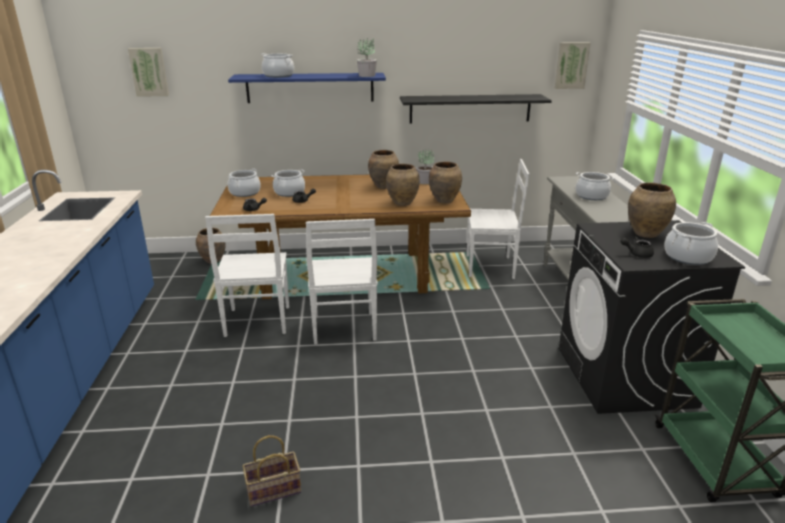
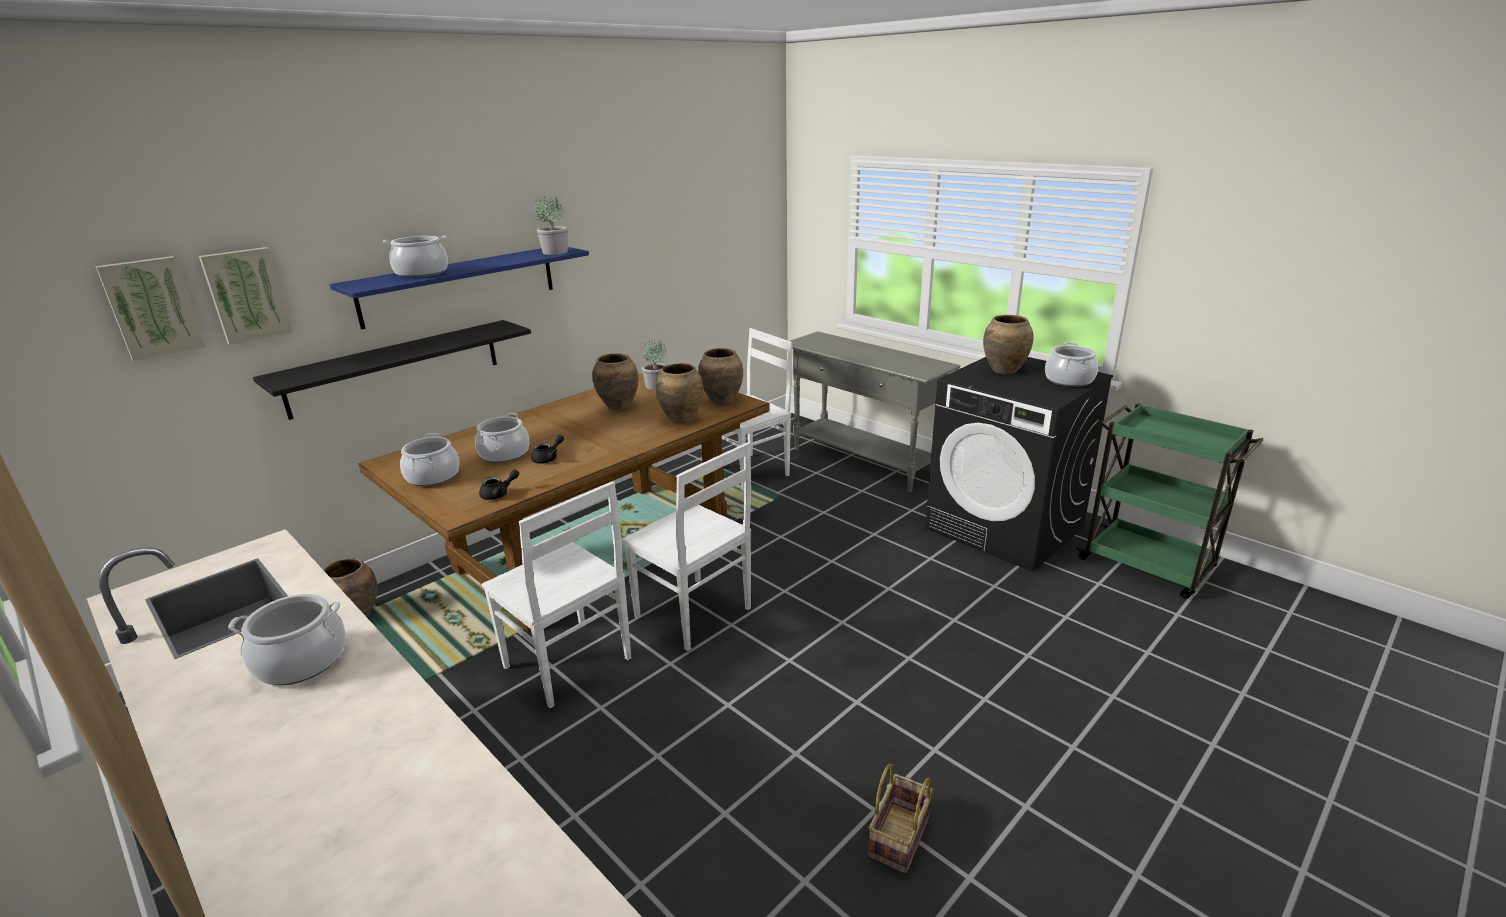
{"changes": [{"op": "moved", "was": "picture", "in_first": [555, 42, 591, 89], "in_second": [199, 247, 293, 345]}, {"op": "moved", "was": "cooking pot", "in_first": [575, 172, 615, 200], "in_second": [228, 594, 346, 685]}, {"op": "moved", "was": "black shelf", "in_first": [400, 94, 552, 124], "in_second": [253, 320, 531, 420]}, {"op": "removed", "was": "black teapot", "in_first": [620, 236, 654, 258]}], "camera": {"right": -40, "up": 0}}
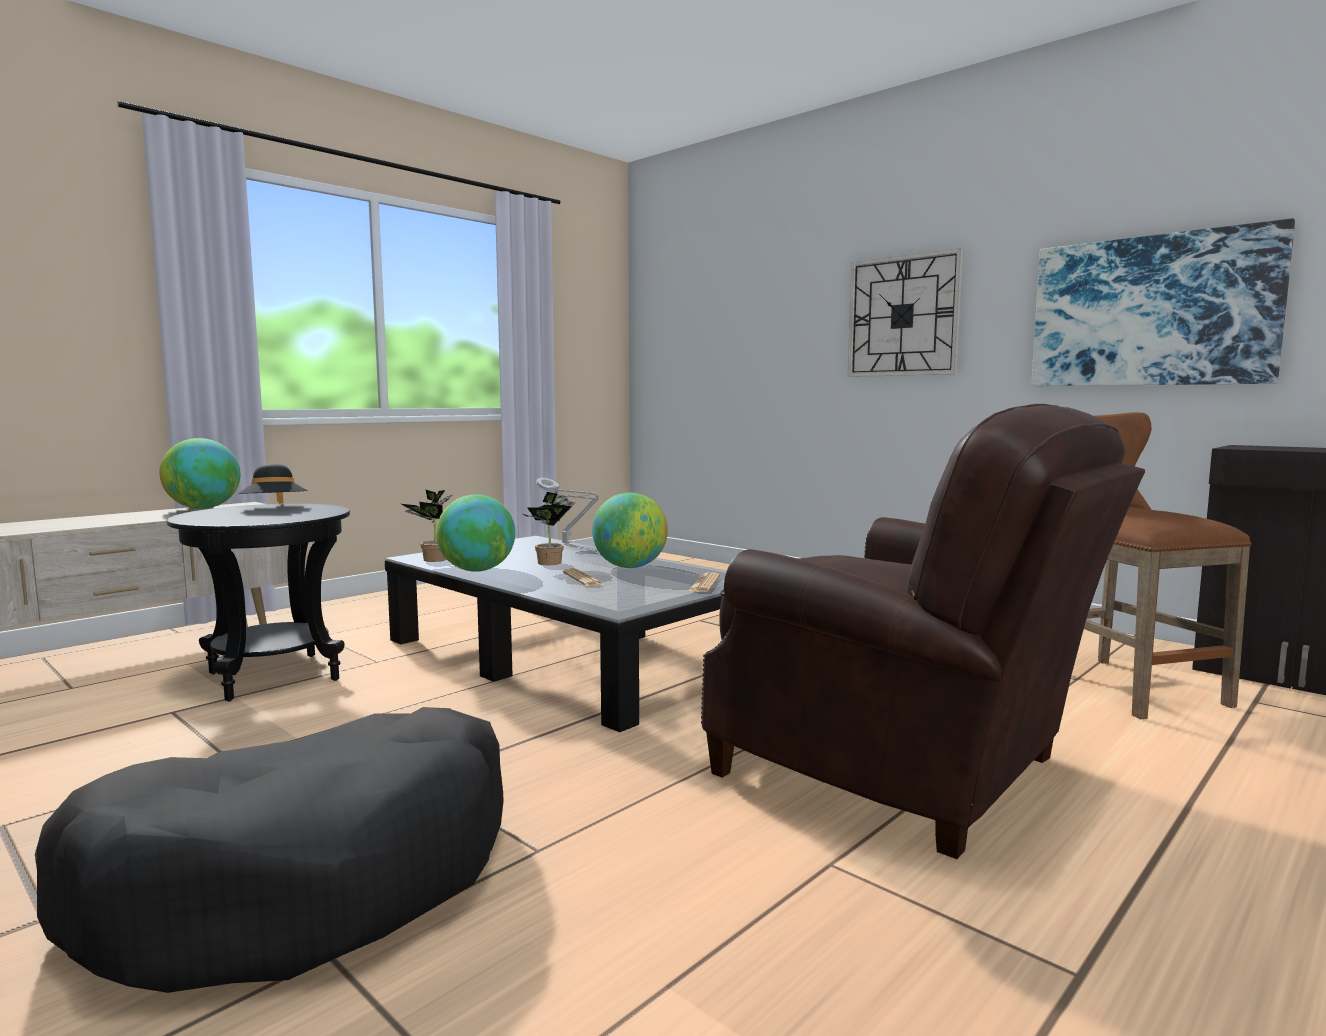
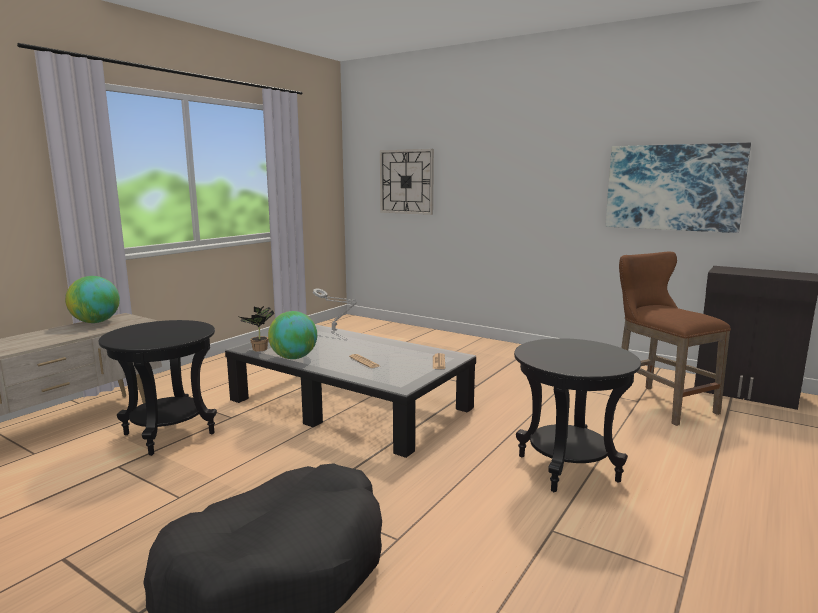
{"changes": [{"op": "moved", "was": "wall clock", "in_first": [847, 248, 963, 377], "in_second": [380, 149, 434, 215]}, {"op": "replaced", "was": "brown armchair", "now": "black side table", "in_first": [701, 404, 1145, 859], "in_second": [514, 338, 641, 492]}, {"op": "removed", "was": "black hat", "in_first": [239, 463, 308, 504]}, {"op": "removed", "was": "potted plant", "in_first": [523, 492, 575, 565]}, {"op": "removed", "was": "globe", "in_first": [592, 493, 668, 568]}], "camera": {"right": -10, "up": 5}}
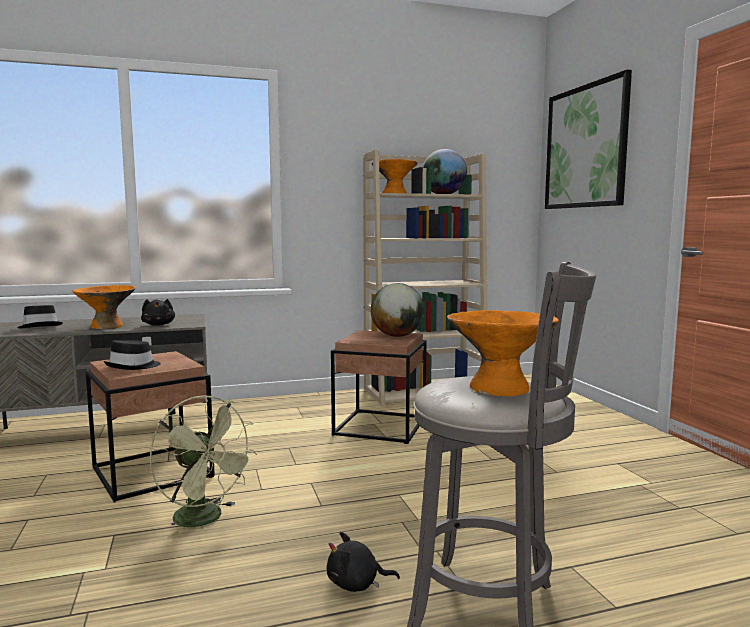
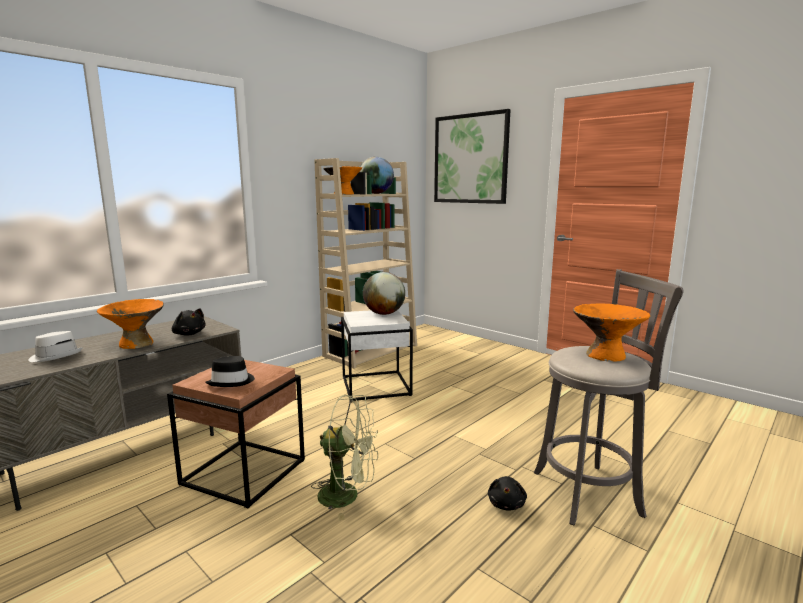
{"changes": [{"op": "recoloured", "was": "black hat", "now": "white hat", "in_first": [18, 305, 63, 328], "in_second": [28, 331, 83, 362]}, {"op": "recoloured", "was": "brown side table", "now": "white side table", "in_first": [331, 330, 427, 444], "in_second": [341, 310, 413, 401]}, {"op": "turned", "was": "black plush toy", "in_first": [327, 532, 400, 592], "in_second": [488, 476, 527, 511], "clockwise": -45}], "camera": {"right": -30, "up": 5}}
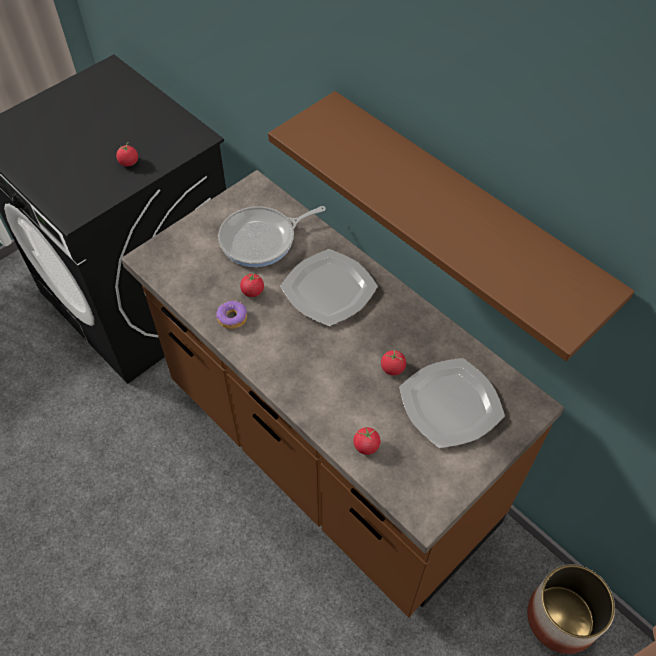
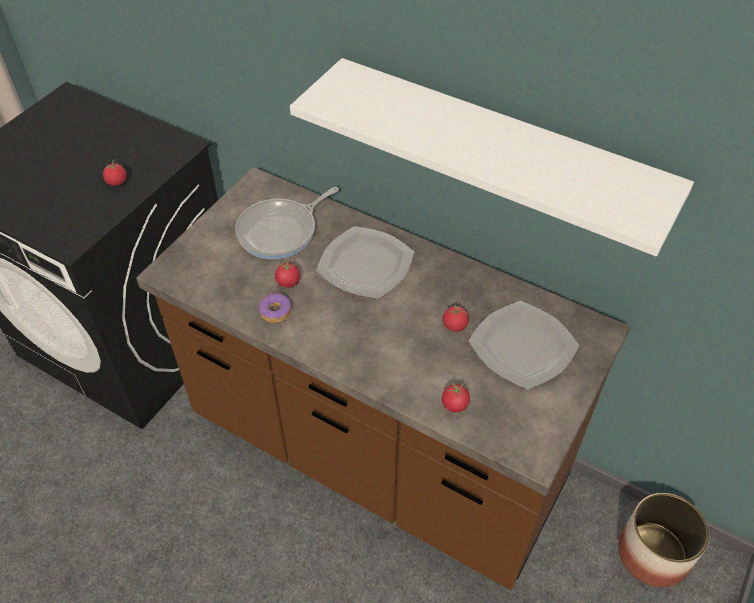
{"changes": [{"op": "recoloured", "was": "brown shelf", "now": "white shelf", "in_first": [268, 91, 634, 361], "in_second": [290, 58, 694, 256]}], "camera": {"right": -15, "up": -5}}
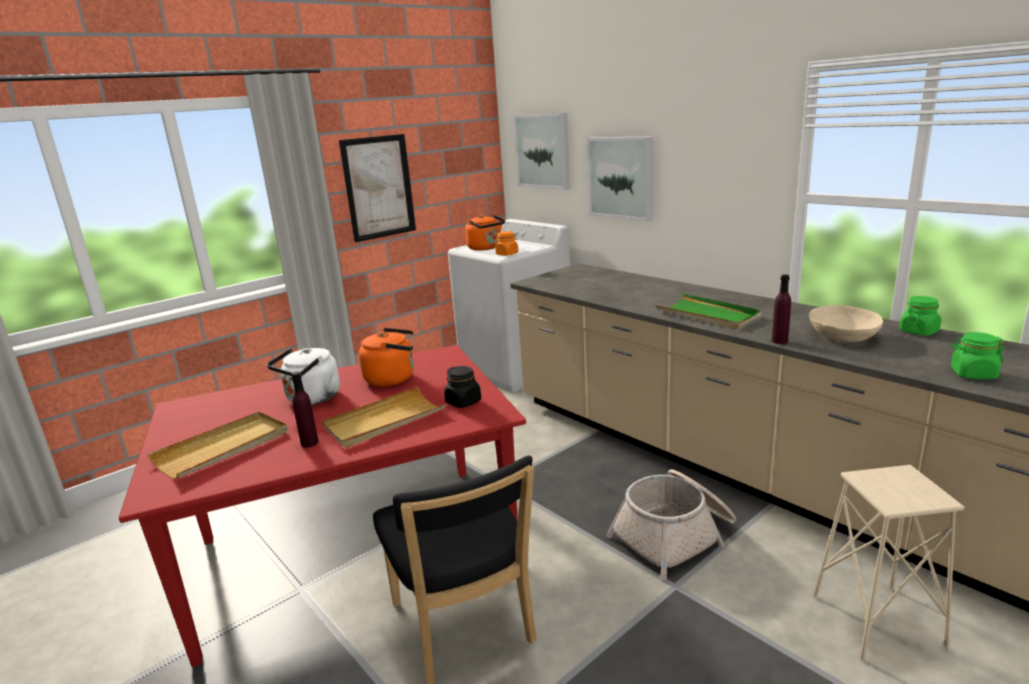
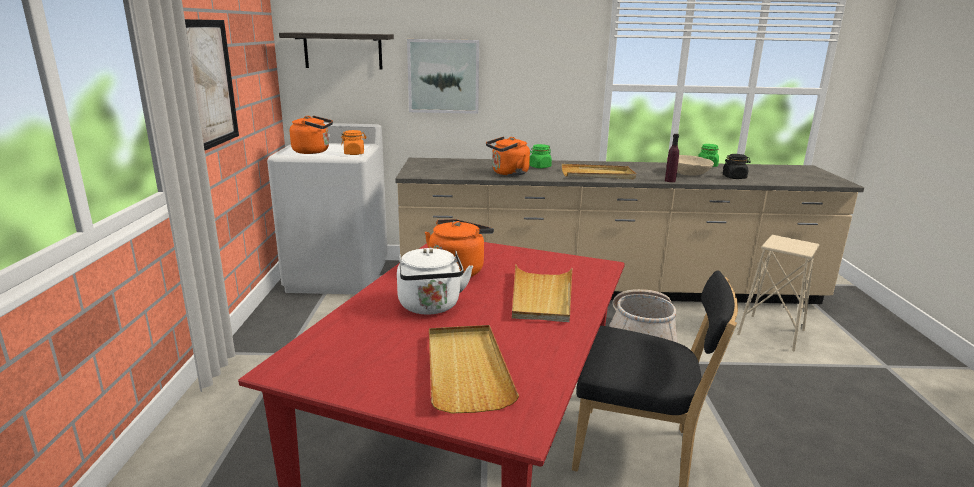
{"changes": [{"op": "replaced", "was": "picture", "now": "shelf", "in_first": [513, 113, 570, 190], "in_second": [279, 32, 394, 69]}, {"op": "added", "now": "orange kettle", "in_second": [486, 137, 530, 176]}, {"op": "moved", "was": "green jar", "in_first": [951, 332, 1005, 379], "in_second": [529, 144, 552, 168]}, {"op": "recoloured", "was": "green tray", "now": "beige tray", "in_first": [656, 294, 761, 329], "in_second": [562, 164, 636, 179]}, {"op": "moved", "was": "black jar", "in_first": [444, 366, 481, 408], "in_second": [723, 154, 751, 179]}, {"op": "removed", "was": "purple bottle", "in_first": [291, 372, 319, 447]}], "camera": {"right": -50, "up": 0}}
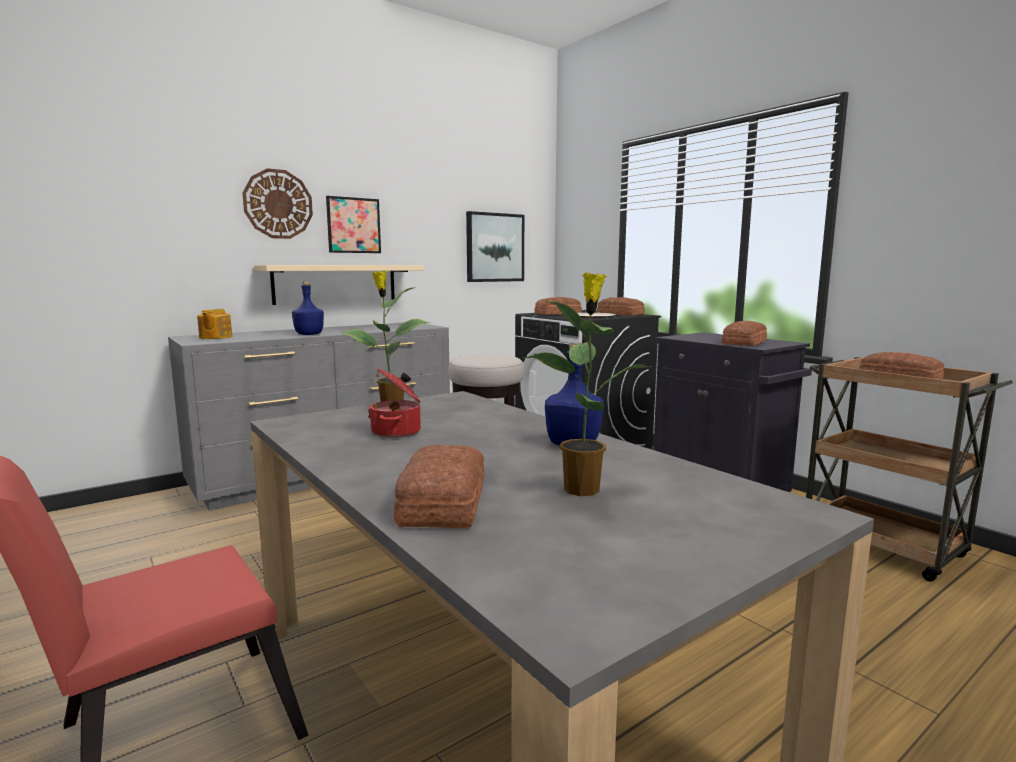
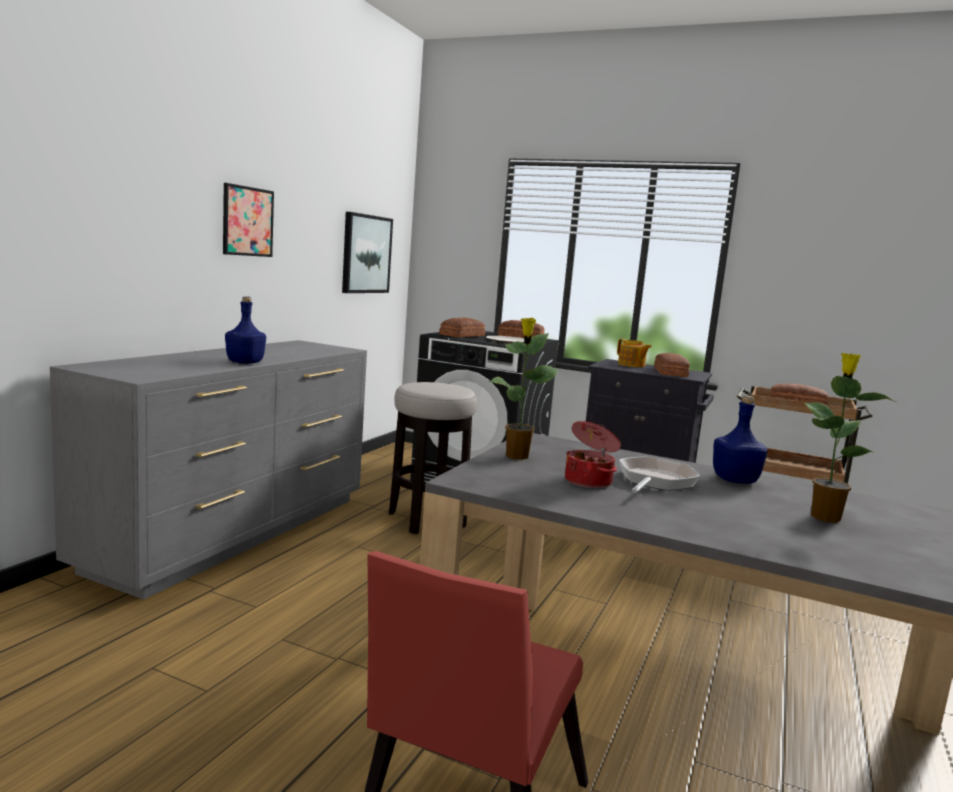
{"changes": [{"op": "moved", "was": "teapot", "in_first": [197, 309, 232, 339], "in_second": [617, 339, 652, 367]}, {"op": "added", "now": "frying pan", "in_second": [619, 456, 700, 493]}, {"op": "removed", "was": "wall clock", "in_first": [242, 168, 313, 239]}, {"op": "removed", "was": "beige shelf", "in_first": [254, 265, 424, 305]}, {"op": "removed", "was": "bread", "in_first": [394, 445, 485, 528]}], "camera": {"right": -30, "up": 0}}
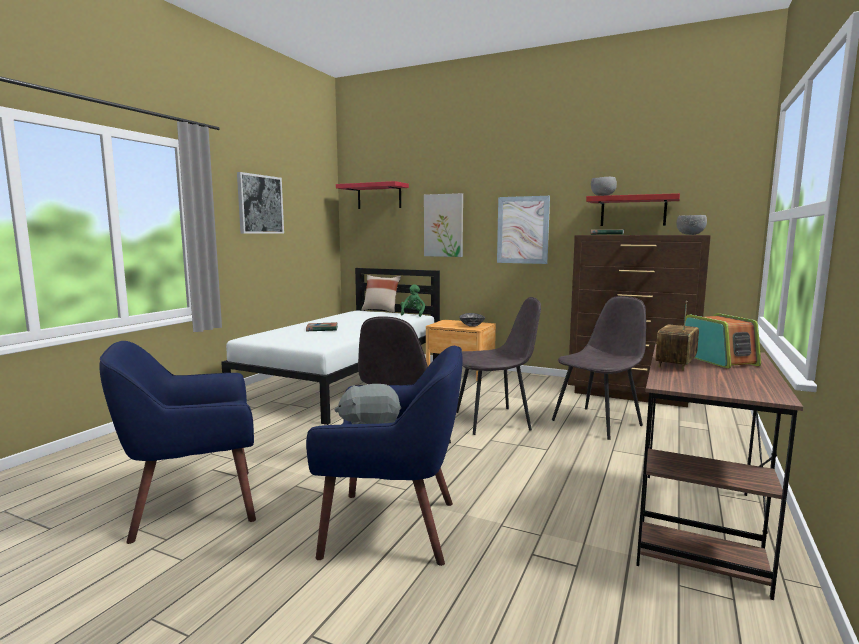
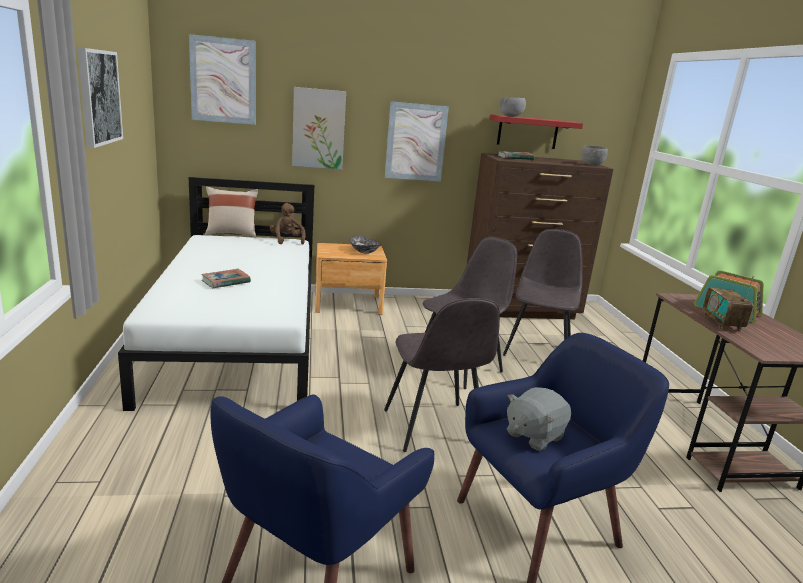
{"changes": [{"op": "replaced", "was": "red shelf", "now": "picture", "in_first": [336, 181, 409, 209], "in_second": [189, 34, 255, 125]}, {"op": "recoloured", "was": "green plush toy", "now": "brown plush toy", "in_first": [400, 284, 425, 317], "in_second": [270, 203, 306, 245]}], "camera": {"right": -35, "up": 10}}
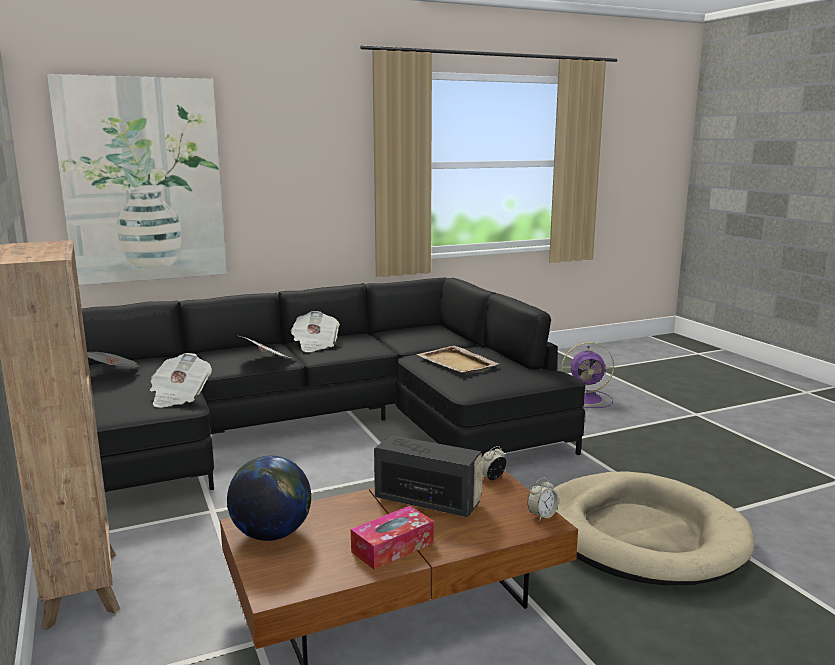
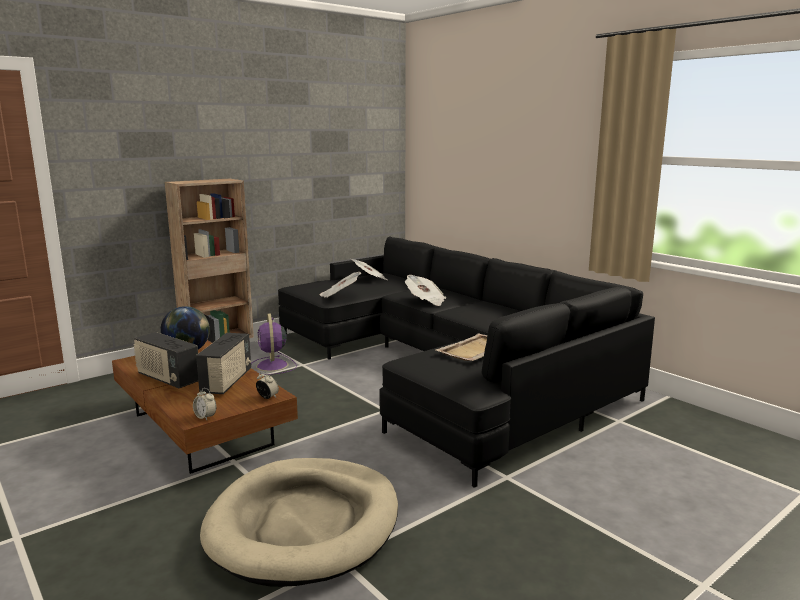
{"changes": [{"op": "replaced", "was": "tissue box", "now": "radio", "in_first": [351, 506, 434, 570], "in_second": [133, 332, 198, 388]}, {"op": "moved", "was": "purple fan", "in_first": [561, 342, 614, 408], "in_second": [251, 313, 297, 375]}, {"op": "removed", "was": "picture", "in_first": [47, 74, 227, 285]}, {"op": "removed", "was": "newspaper", "in_first": [291, 311, 340, 352]}], "camera": {"right": 75, "up": 0}}
